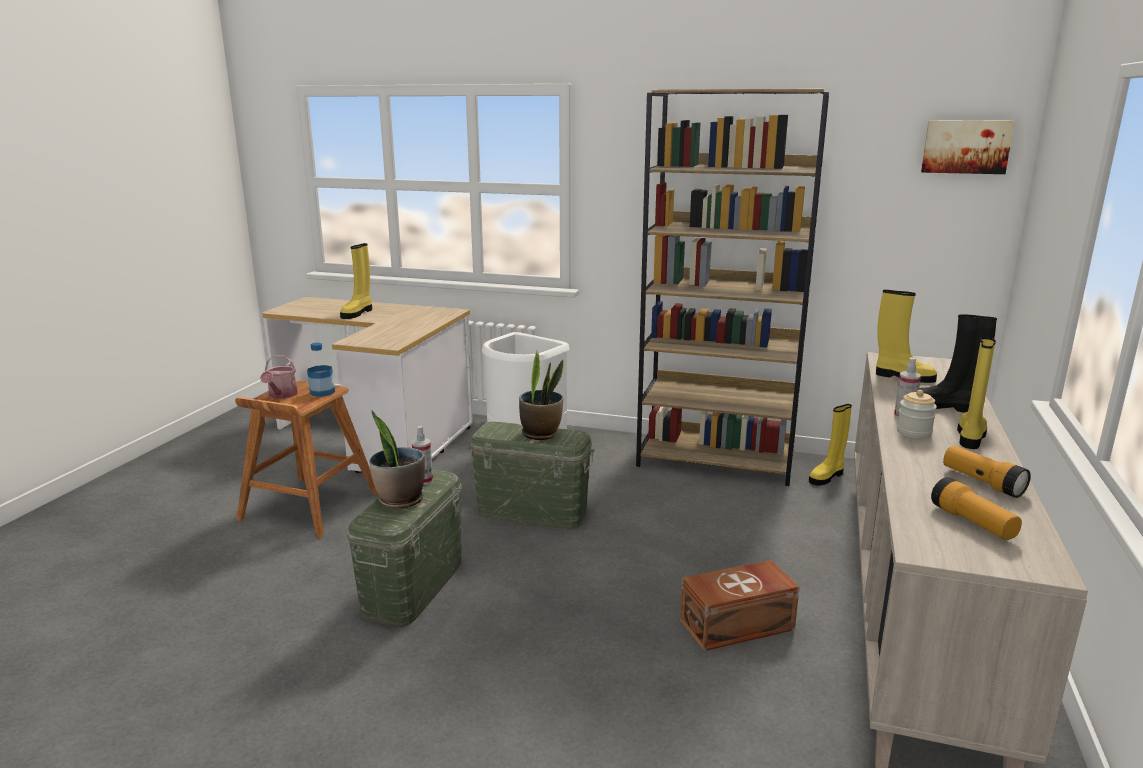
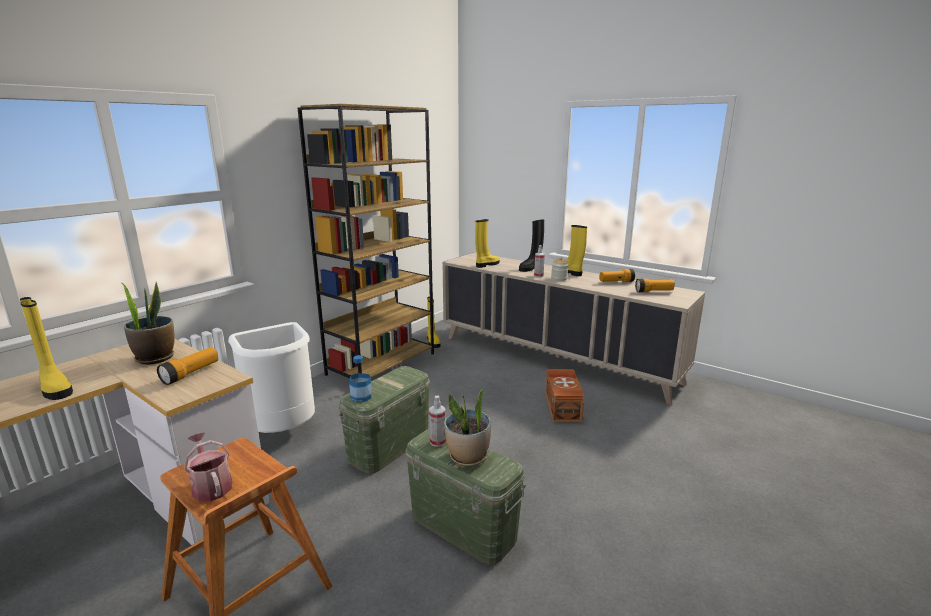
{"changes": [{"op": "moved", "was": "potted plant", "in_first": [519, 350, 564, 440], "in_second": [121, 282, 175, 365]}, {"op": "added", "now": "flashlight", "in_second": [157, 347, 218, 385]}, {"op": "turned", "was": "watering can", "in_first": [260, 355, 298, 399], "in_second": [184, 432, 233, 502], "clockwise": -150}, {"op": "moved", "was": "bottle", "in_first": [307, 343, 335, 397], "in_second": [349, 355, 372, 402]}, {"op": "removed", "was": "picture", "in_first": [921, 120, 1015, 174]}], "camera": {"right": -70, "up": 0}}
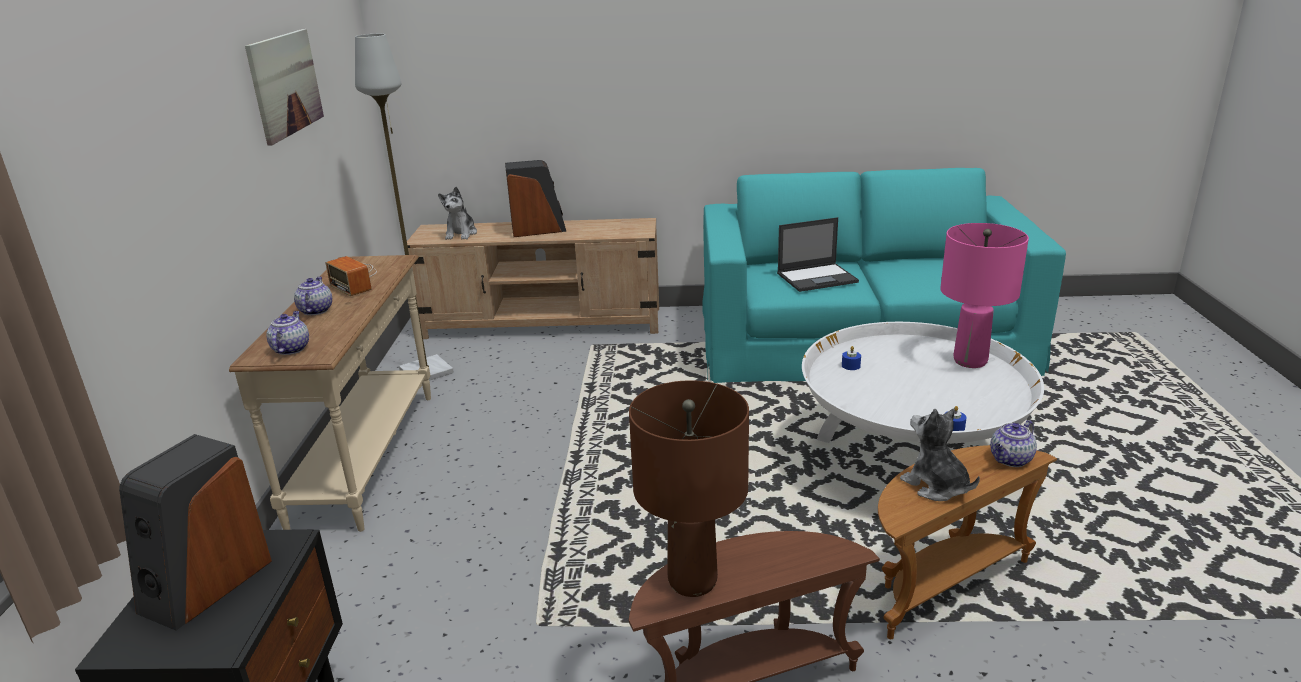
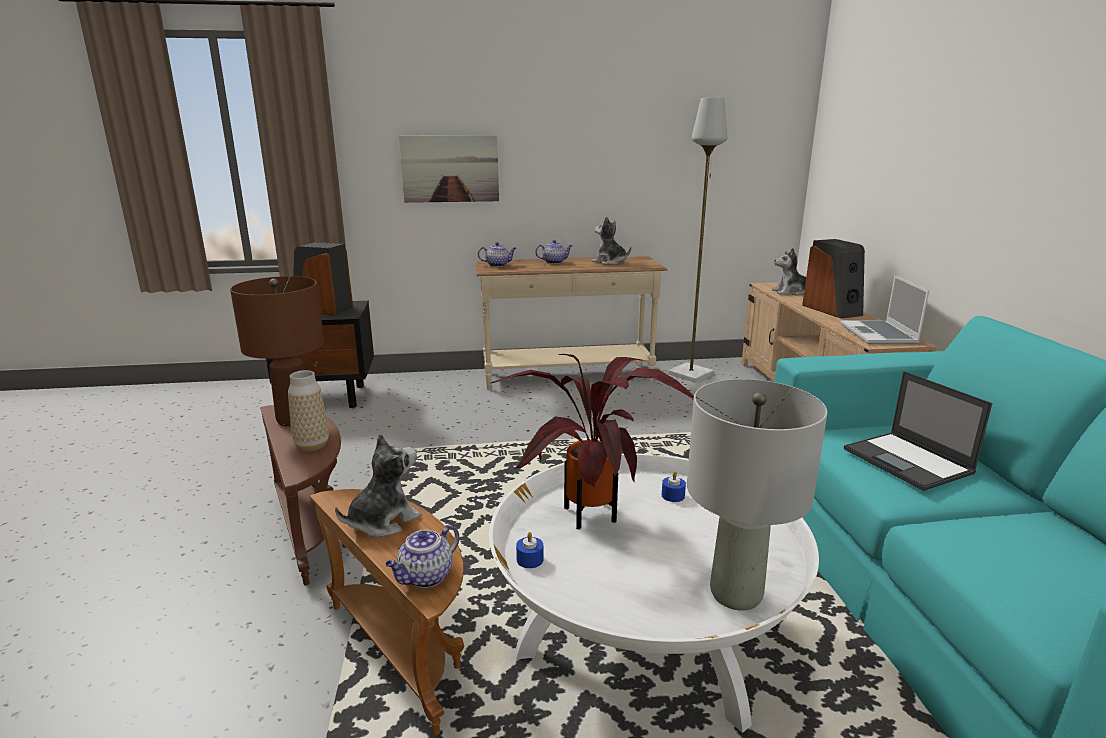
{"changes": [{"op": "added", "now": "vase", "in_second": [288, 370, 329, 451]}, {"op": "turned", "was": "teapot", "in_first": [990, 420, 1037, 467], "in_second": [385, 525, 459, 588], "clockwise": -90}, {"op": "moved", "was": "picture", "in_first": [245, 29, 324, 146], "in_second": [399, 136, 499, 203]}, {"op": "added", "now": "potted plant", "in_second": [491, 354, 694, 530]}, {"op": "replaced", "was": "radio", "now": "plush toy", "in_first": [326, 256, 377, 296], "in_second": [592, 216, 631, 265]}, {"op": "recoloured", "was": "pink table lamp", "now": "grey table lamp", "in_first": [940, 223, 1029, 368], "in_second": [687, 379, 828, 611]}, {"op": "added", "now": "laptop", "in_second": [840, 275, 929, 344]}], "camera": {"right": 80, "up": -5}}
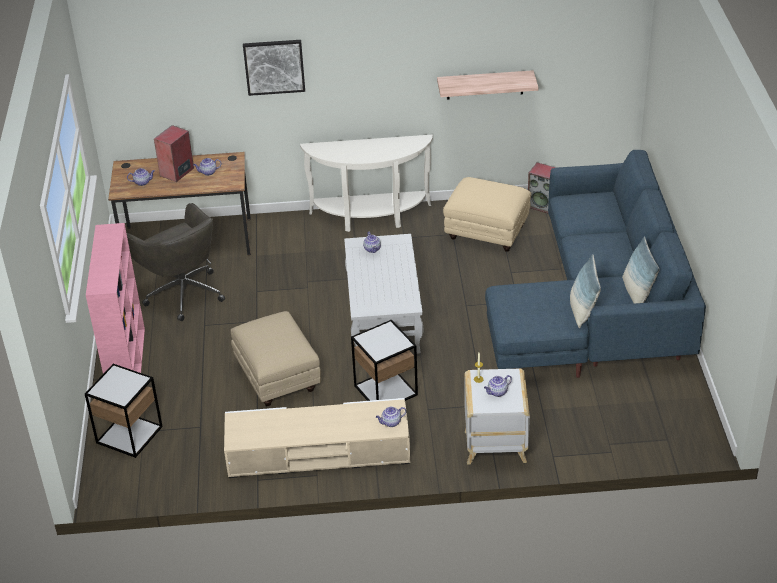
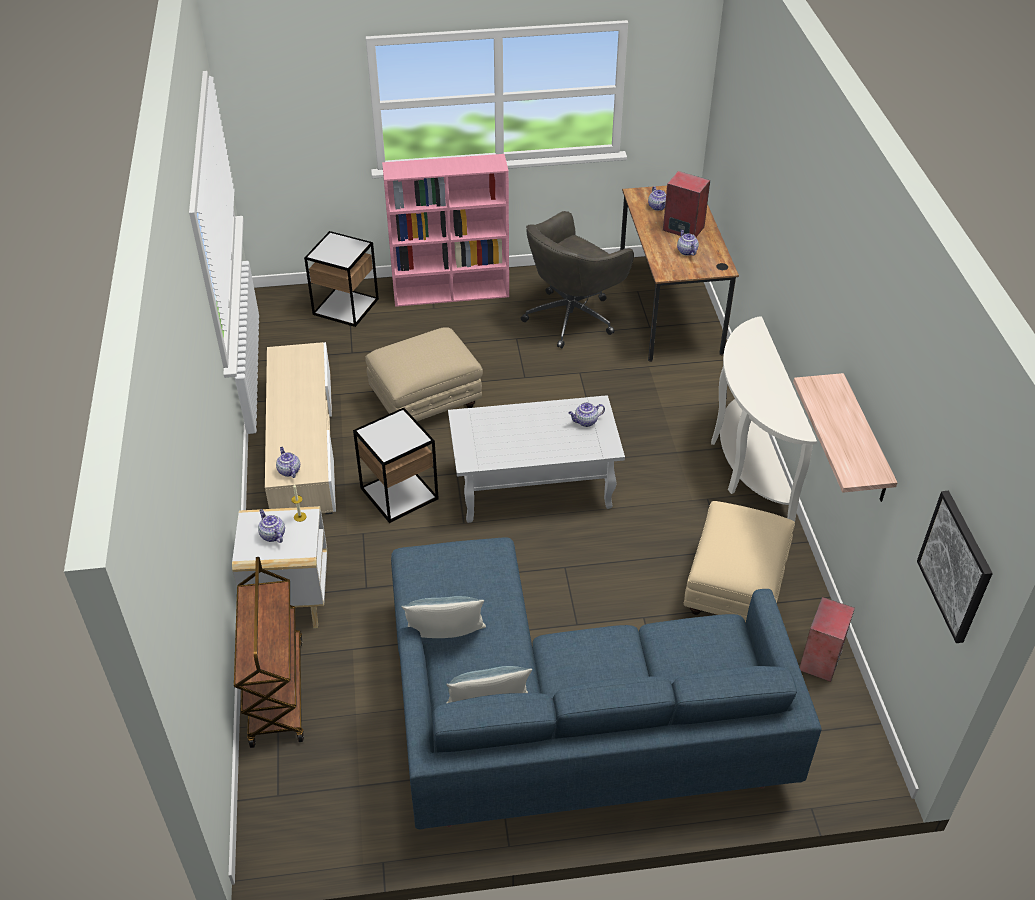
{"changes": [{"op": "added", "now": "brown cart", "in_second": [234, 557, 304, 748]}, {"op": "moved", "was": "picture", "in_first": [243, 40, 305, 96], "in_second": [917, 491, 993, 643]}], "camera": {"right": 85, "up": 5}}
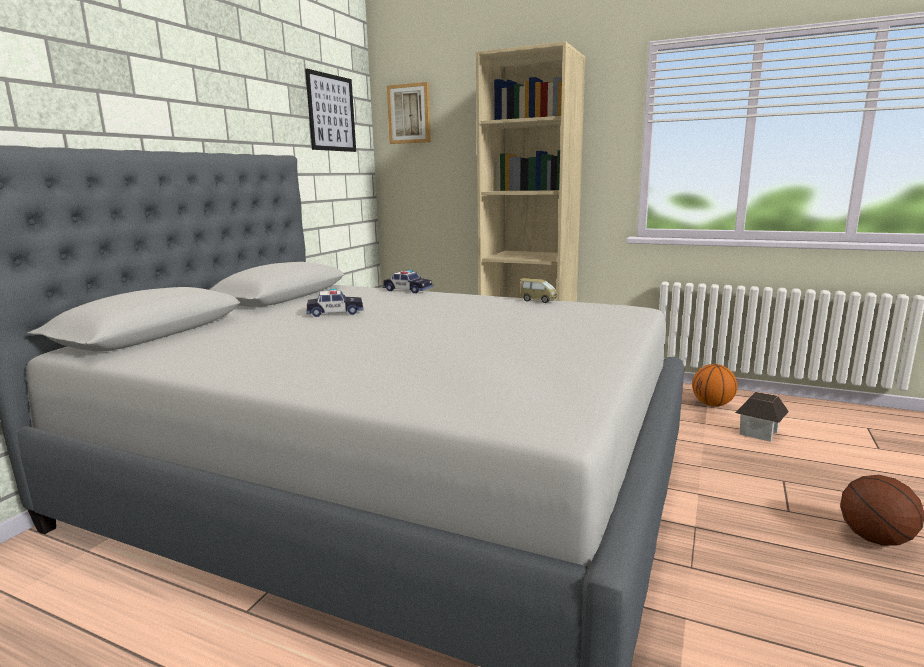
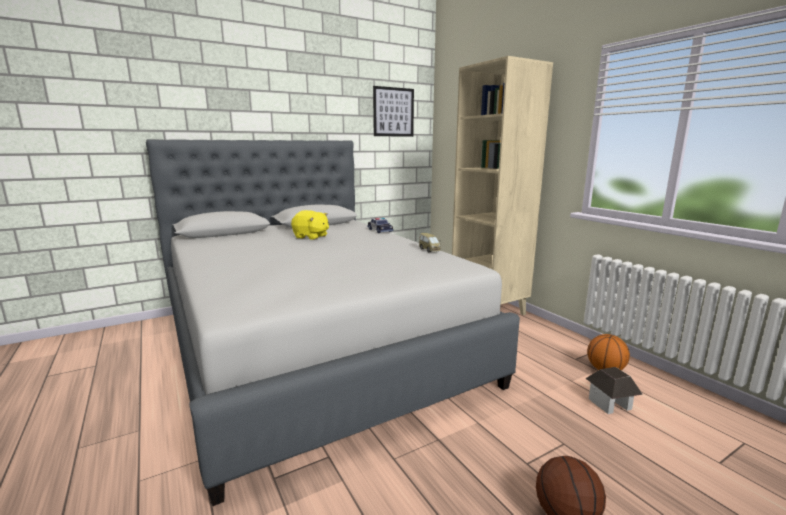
{"changes": [{"op": "replaced", "was": "toy car", "now": "yellow plush toy", "in_first": [306, 289, 364, 317], "in_second": [291, 210, 329, 240]}, {"op": "removed", "was": "picture", "in_first": [387, 82, 431, 144]}], "camera": {"right": 35, "up": 0}}
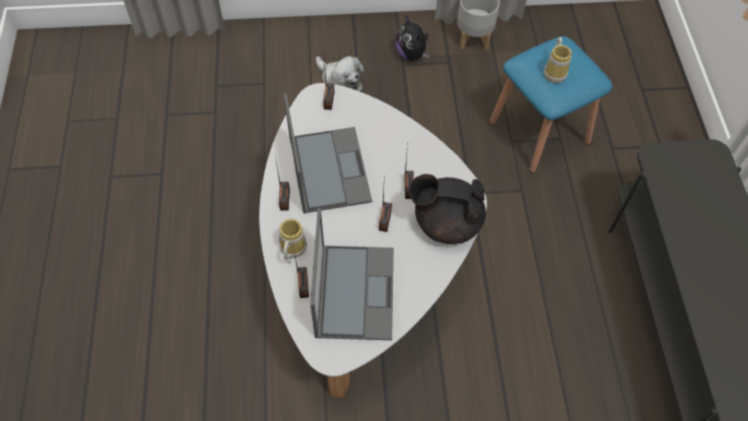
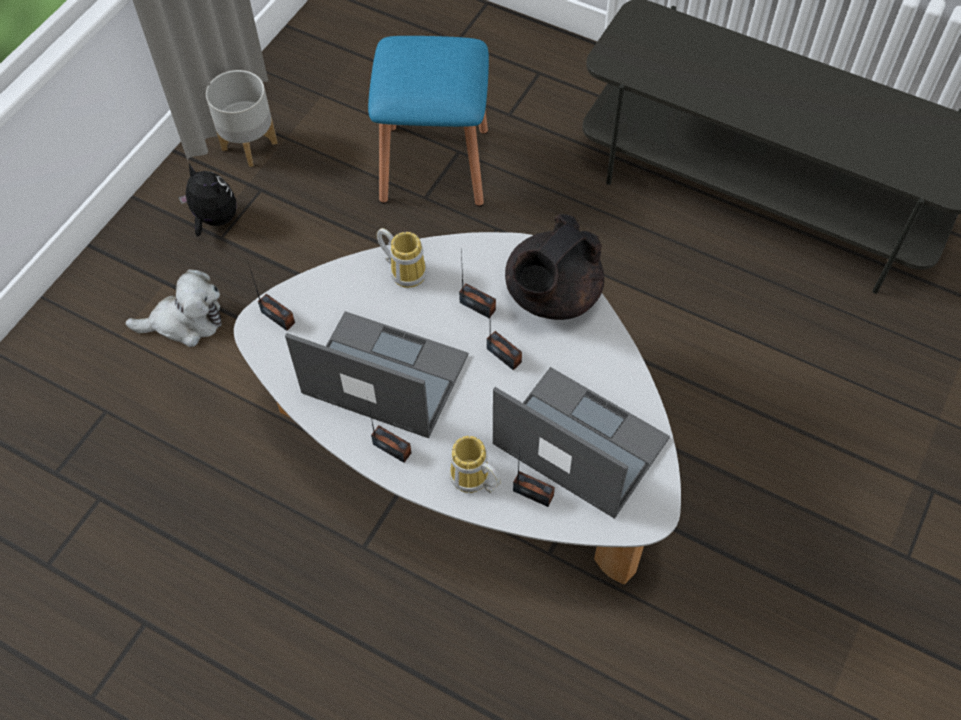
{"changes": [{"op": "turned", "was": "plush toy", "in_first": [396, 15, 430, 61], "in_second": [178, 163, 236, 236], "clockwise": -150}, {"op": "moved", "was": "mug", "in_first": [544, 37, 572, 83], "in_second": [377, 228, 427, 288]}], "camera": {"right": -55, "up": 0}}
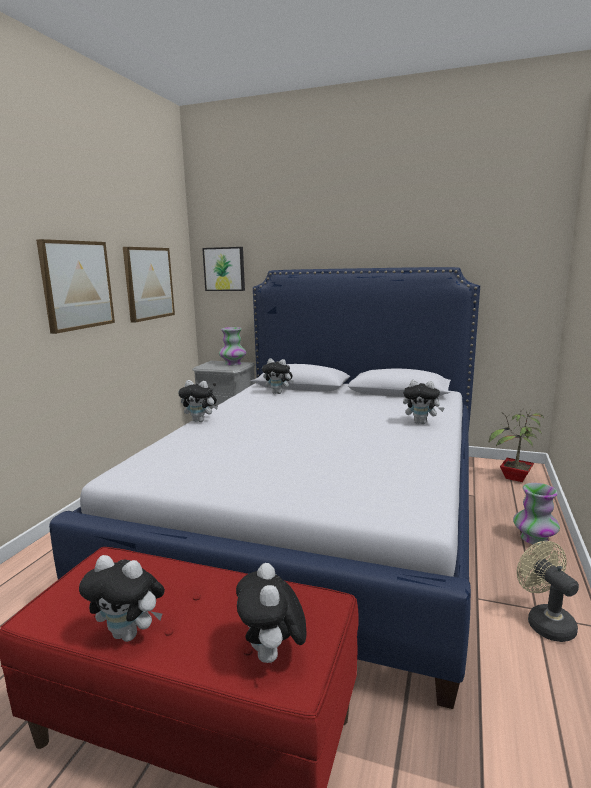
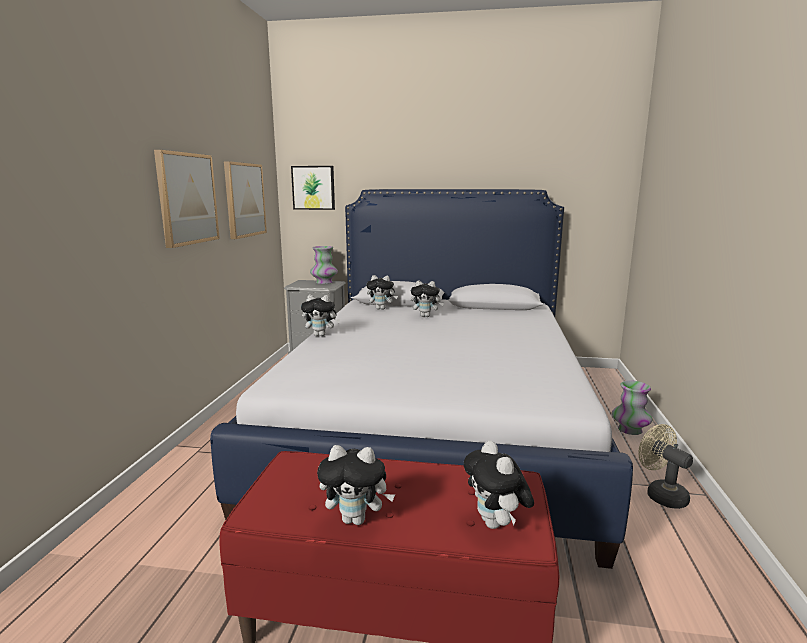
{"changes": [{"op": "moved", "was": "plush toy", "in_first": [403, 380, 444, 424], "in_second": [411, 280, 444, 317]}, {"op": "removed", "was": "potted plant", "in_first": [488, 410, 545, 482]}], "camera": {"right": -10, "up": 0}}
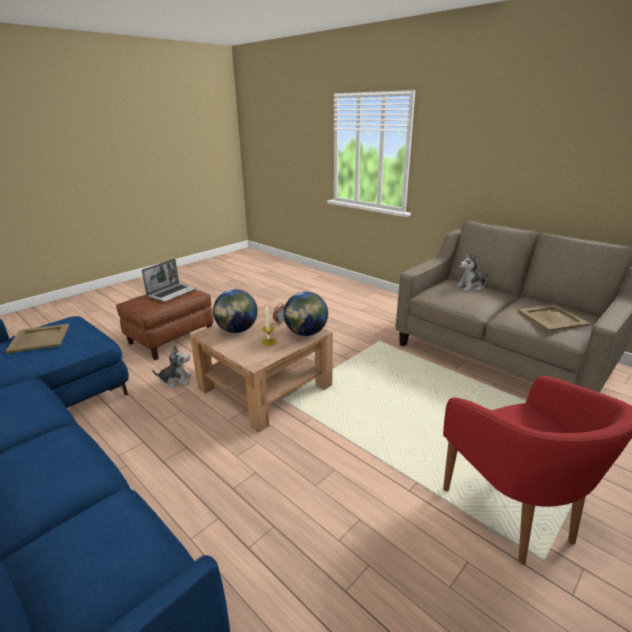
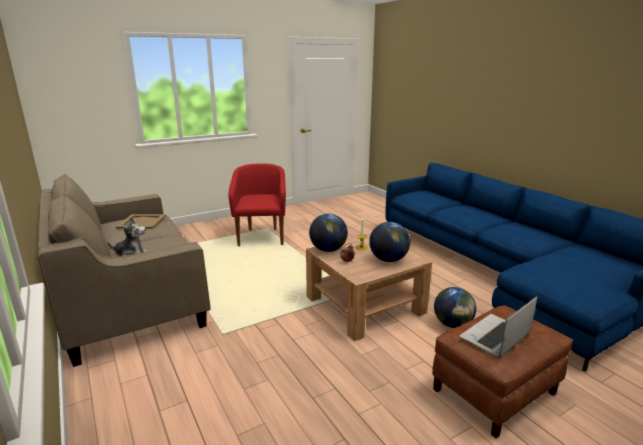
{"changes": [{"op": "replaced", "was": "plush toy", "now": "globe", "in_first": [152, 345, 191, 388], "in_second": [434, 287, 476, 328]}, {"op": "removed", "was": "beige tray", "in_first": [5, 324, 69, 354]}], "camera": {"right": -165, "up": -5}}
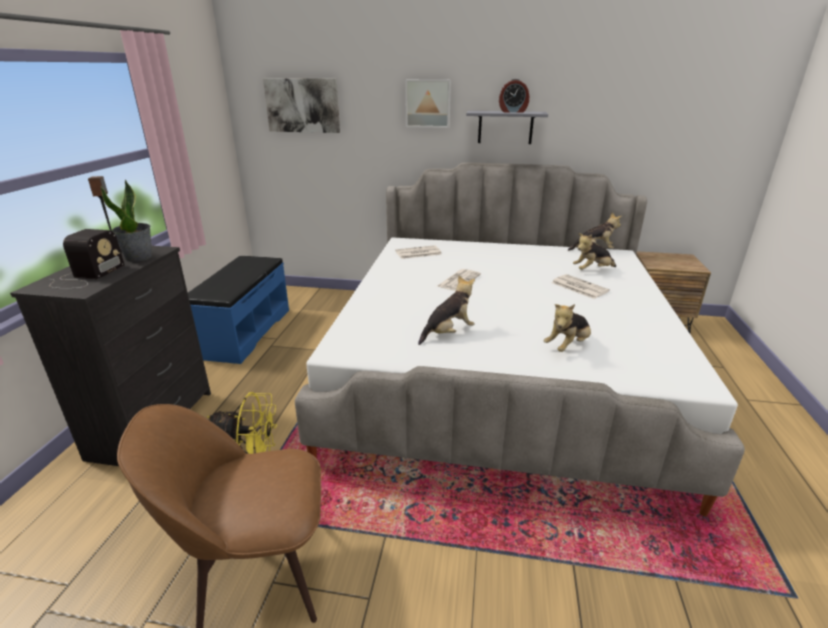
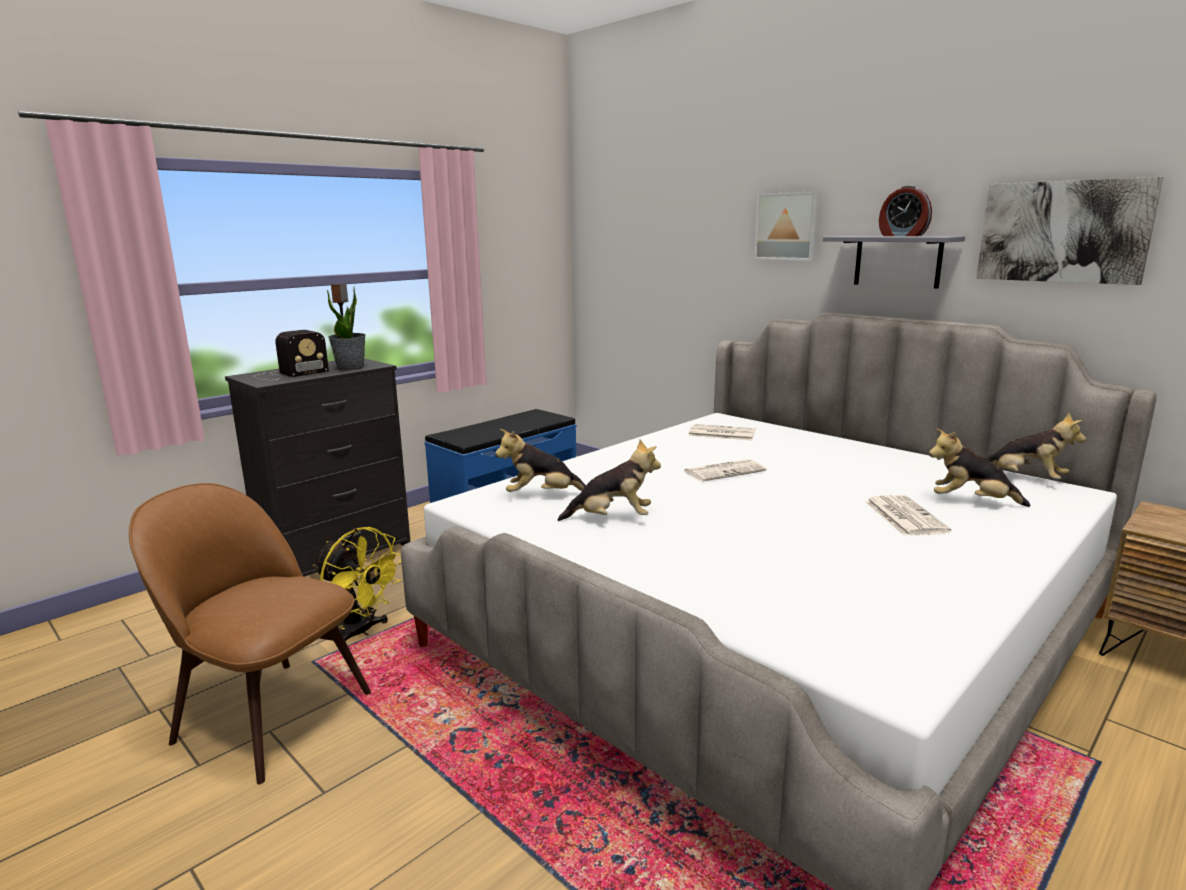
{"changes": [{"op": "moved", "was": "plush toy", "in_first": [544, 304, 591, 352], "in_second": [495, 429, 586, 492]}, {"op": "moved", "was": "picture", "in_first": [263, 78, 340, 133], "in_second": [976, 177, 1164, 285]}], "camera": {"right": 35, "up": -10}}
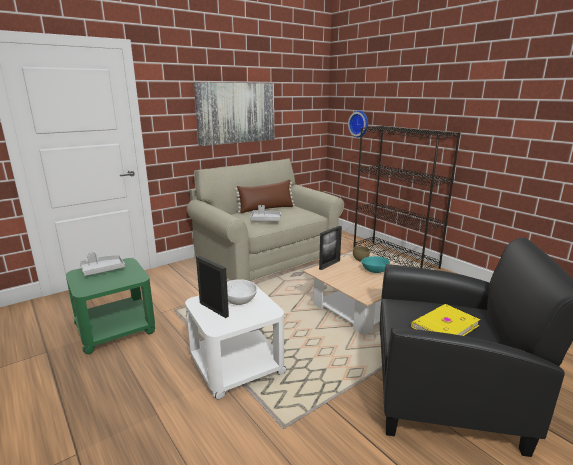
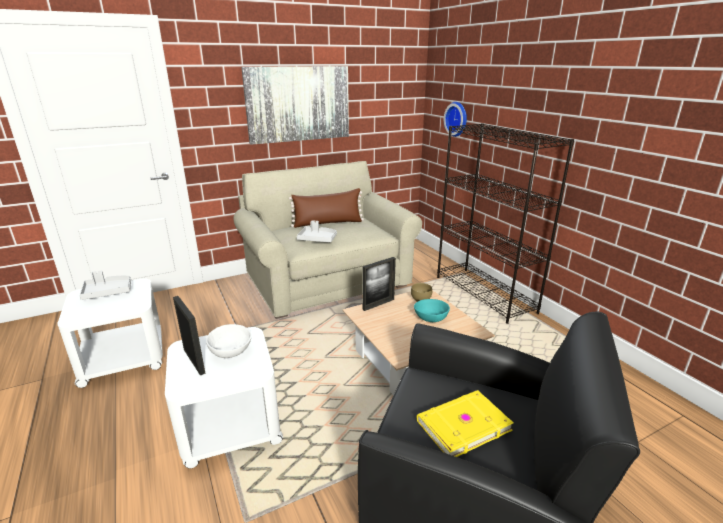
{"changes": [{"op": "recoloured", "was": "green side table", "now": "white side table", "in_first": [66, 258, 155, 354], "in_second": [57, 278, 163, 388]}], "camera": {"right": 10, "up": 5}}
